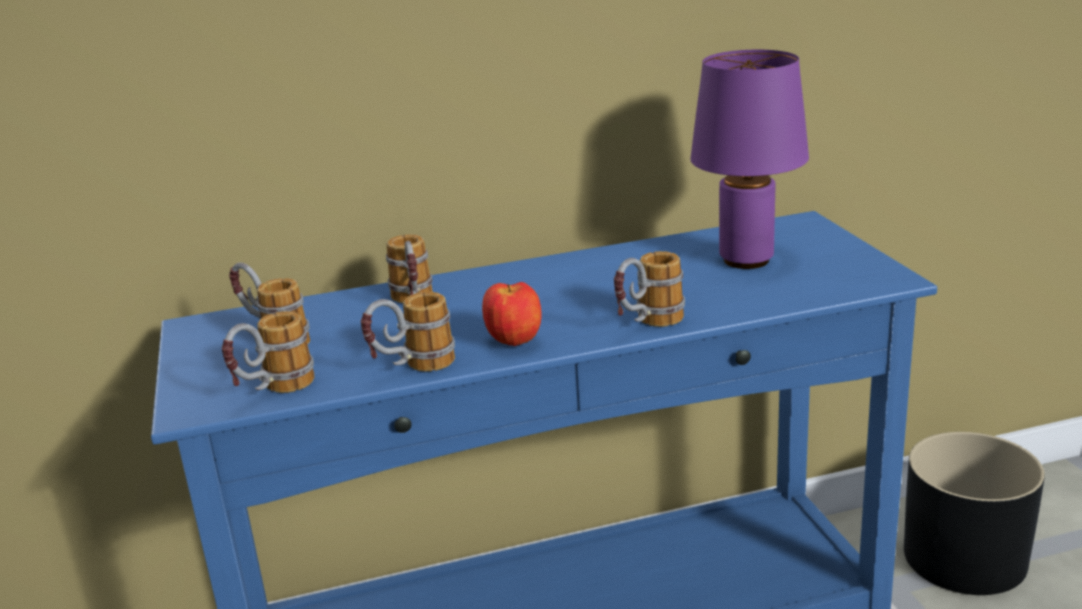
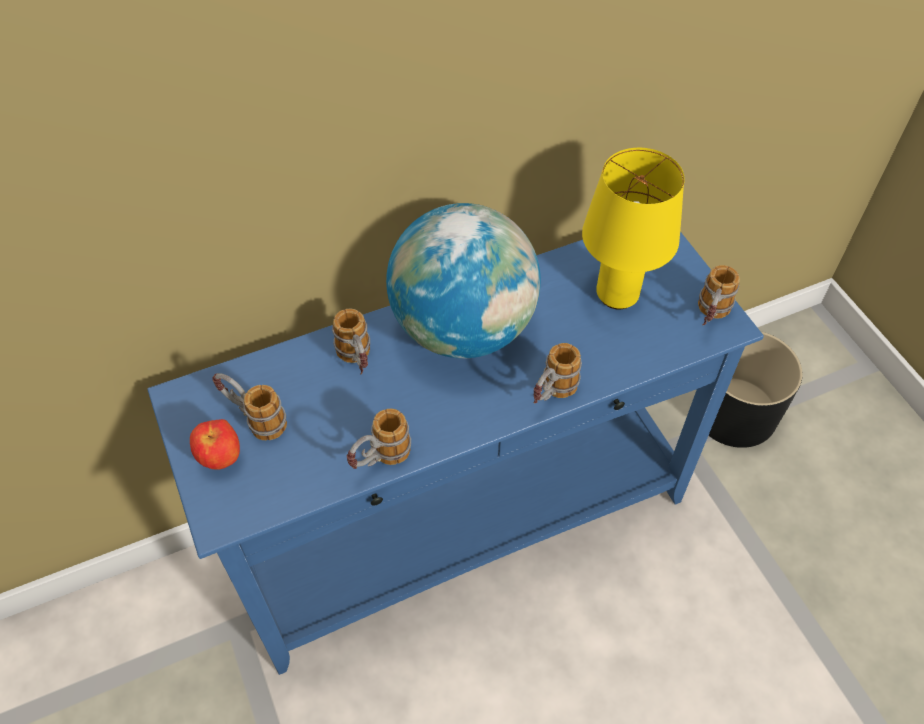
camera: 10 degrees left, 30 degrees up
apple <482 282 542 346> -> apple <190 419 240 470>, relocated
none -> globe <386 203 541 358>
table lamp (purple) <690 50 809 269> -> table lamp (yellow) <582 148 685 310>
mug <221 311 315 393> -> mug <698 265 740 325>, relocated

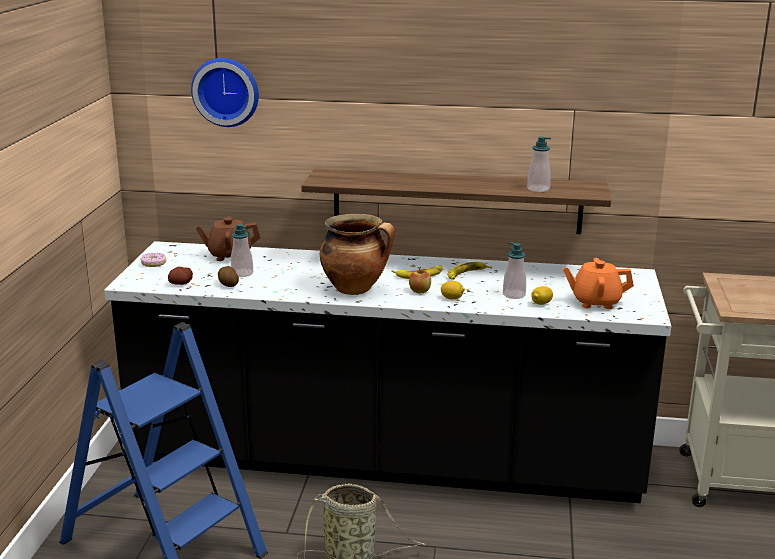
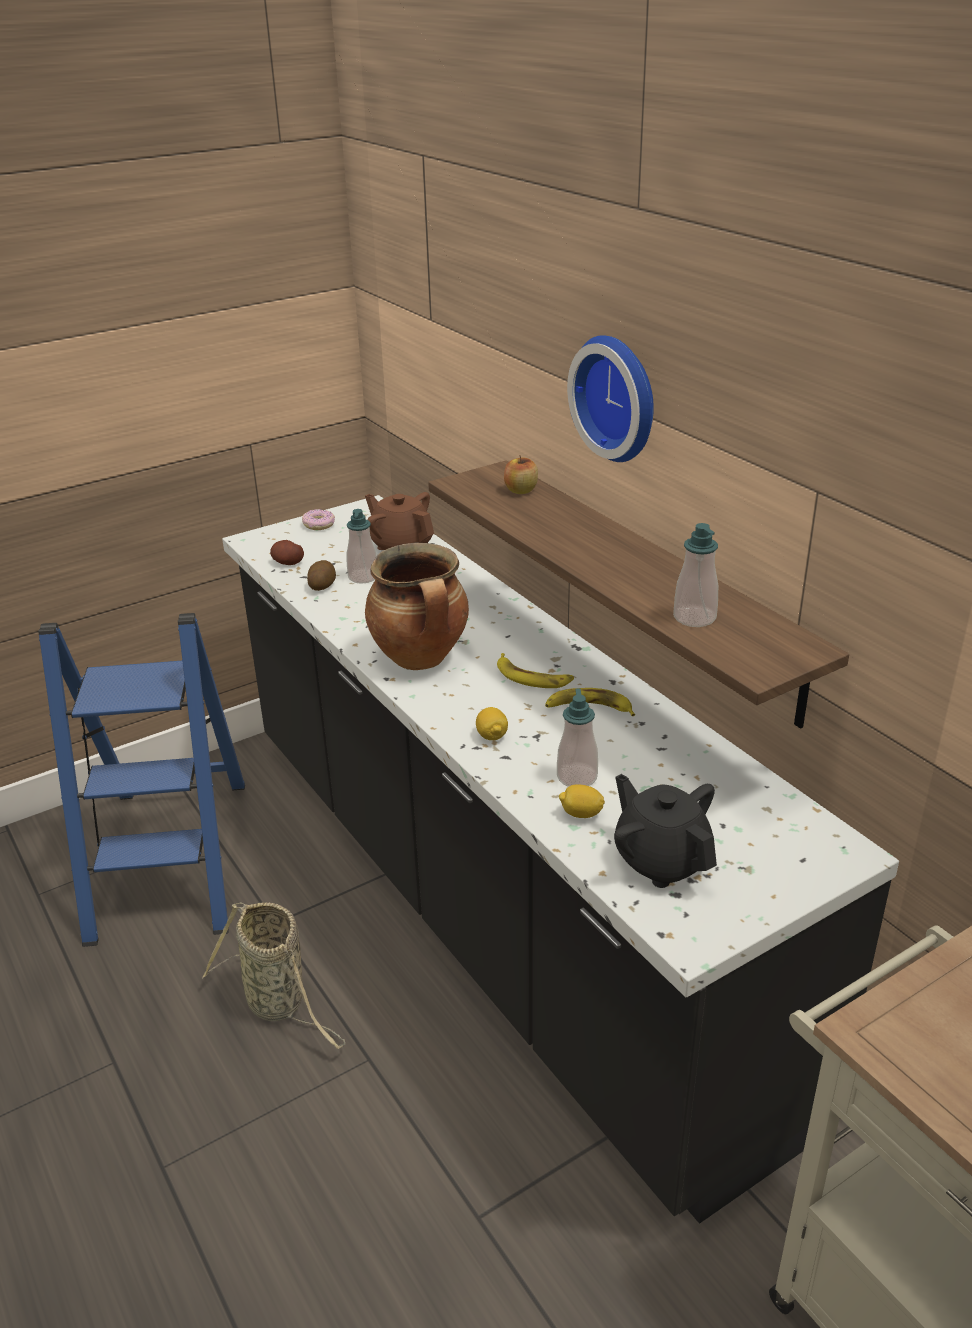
camera: 50 degrees right, 10 degrees up
apple <409 268 431 293> -> apple <504 455 538 494>, relocated
wall clock <191 58 259 127> -> wall clock <567 335 654 462>, relocated
teapot (orange) <563 258 634 309> -> teapot (black) <614 774 717 888>

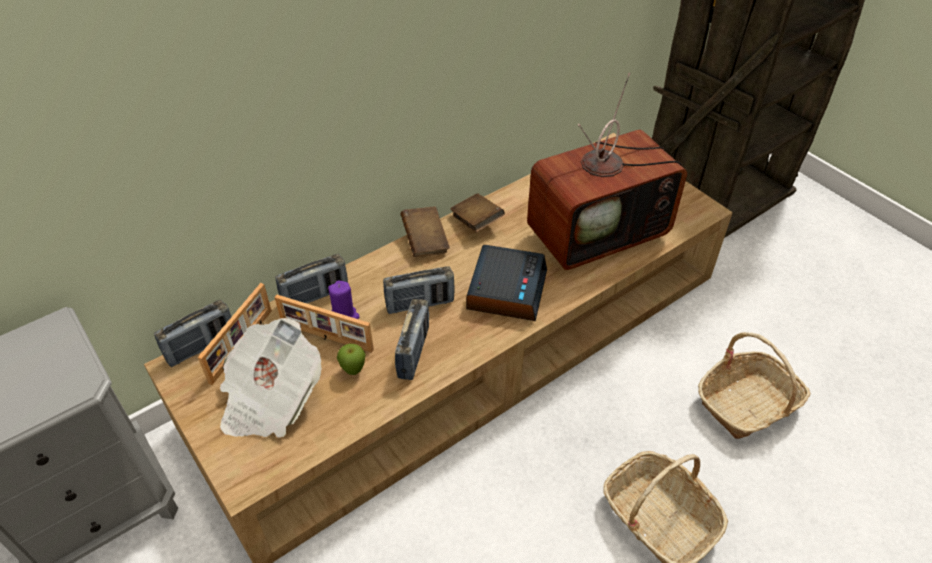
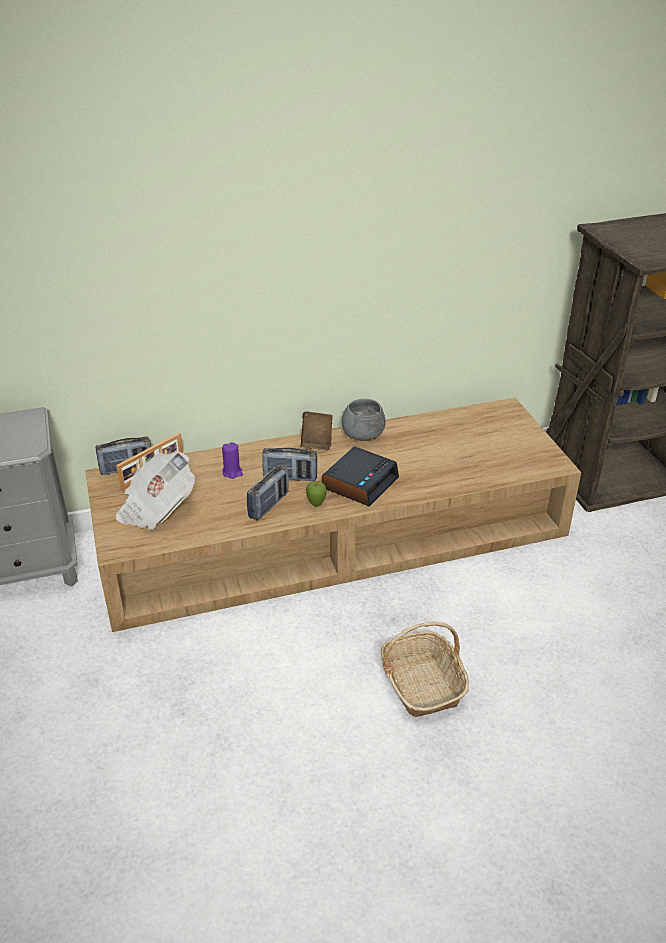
camera: 20 degrees right, 10 degrees down
apple <337 344 365 375> -> apple <306 481 327 507>, relocated
book (brown) <450 194 505 232> -> bowl (grey) <342 399 386 441>
picture frame <274 295 374 353> -> none
radio <275 254 348 303> -> none
television <527 73 687 270> -> none
basket <698 332 810 439> -> none

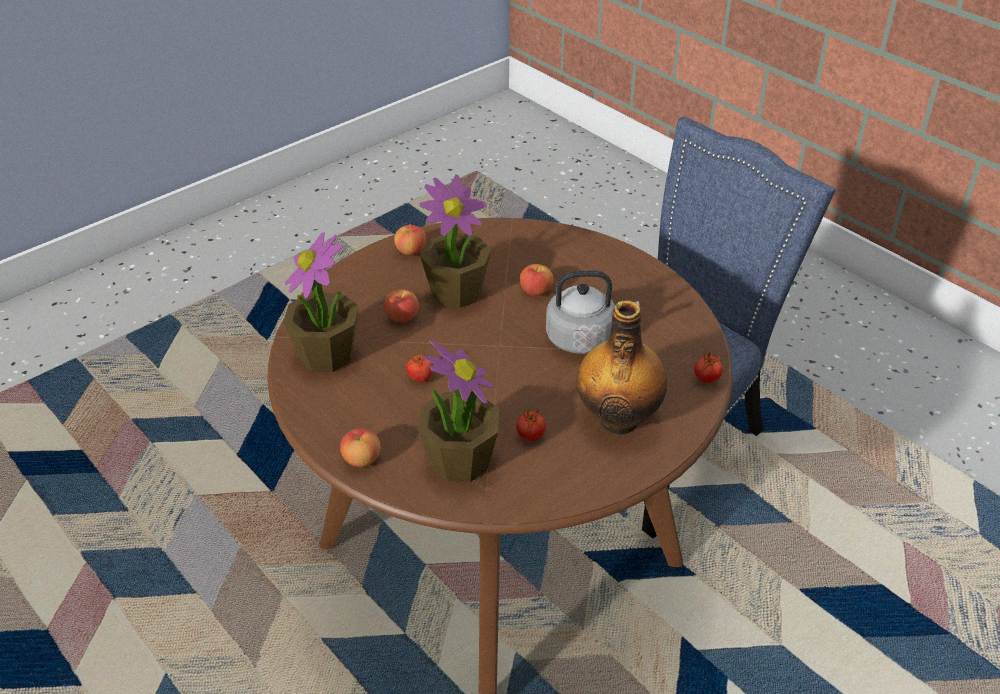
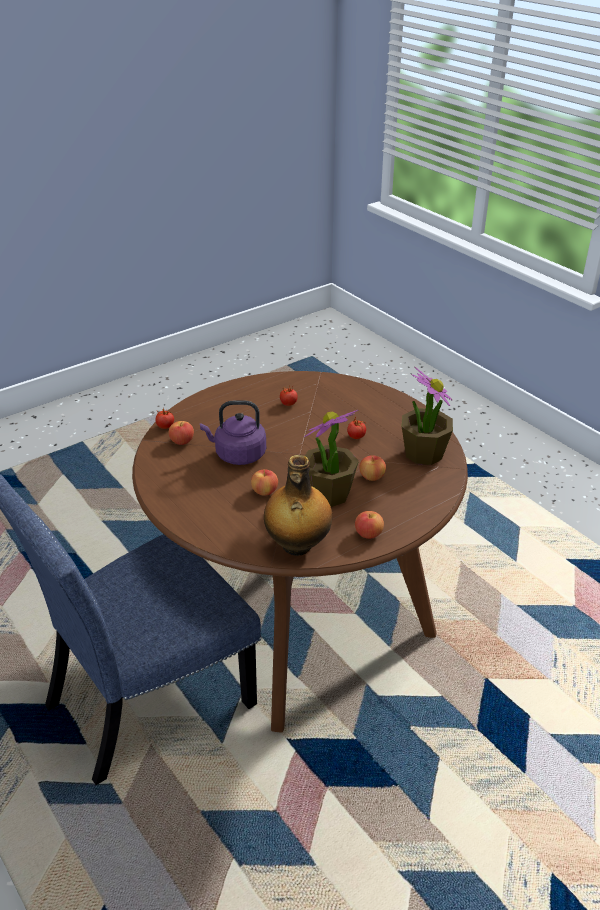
camera: 175 degrees left, 5 degrees down
apple <340 428 380 467> -> apple <169 421 194 445>, relocated
kettle (grey) <546 270 640 354> -> kettle (purple) <200 400 266 465>
bottle <577 300 667 434> -> bottle <264 455 332 556>, relocated
potted plant <418 339 499 482> -> none

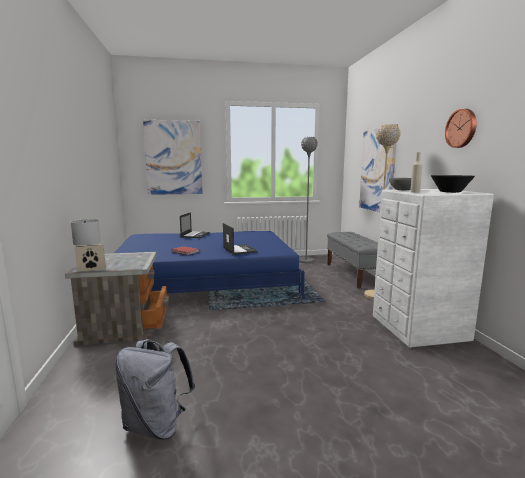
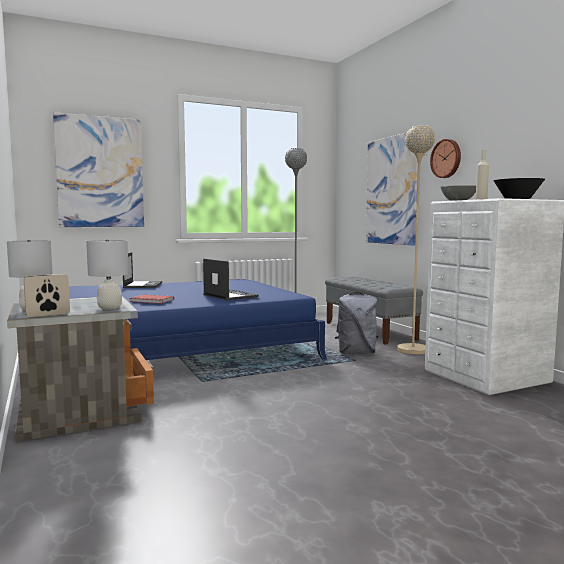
camera: 15 degrees left, 5 degrees down
none -> table lamp (grey) <86 239 129 310>
backpack (grey) <115 339 195 440> -> backpack (grey) <335 292 378 354>, relocated
wall clock <445 109 477 148> -> wall clock <430 139 461 178>, relocated

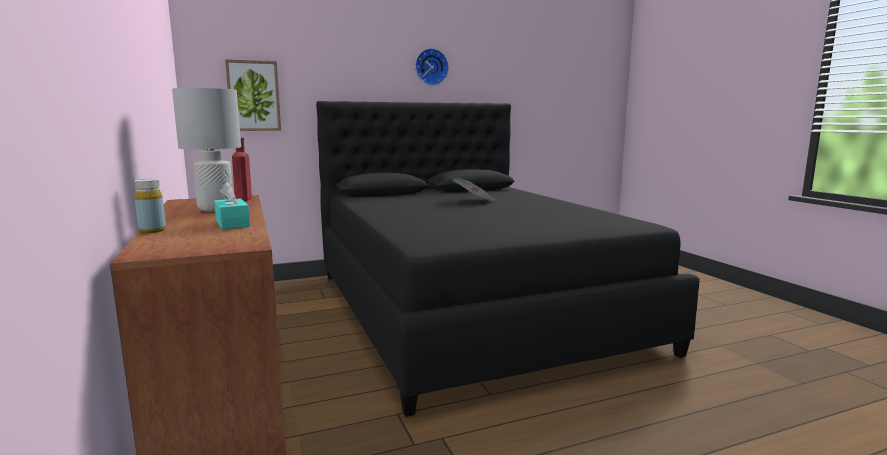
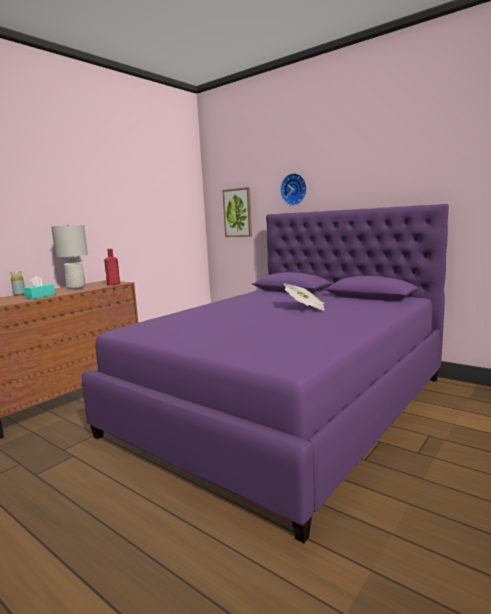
camera: 60 degrees right, 0 degrees up
bed (black) <316 101 700 417> -> bed (purple) <81 204 449 543>
wall clock <415 48 449 86> -> wall clock <280 173 307 206>, relocated

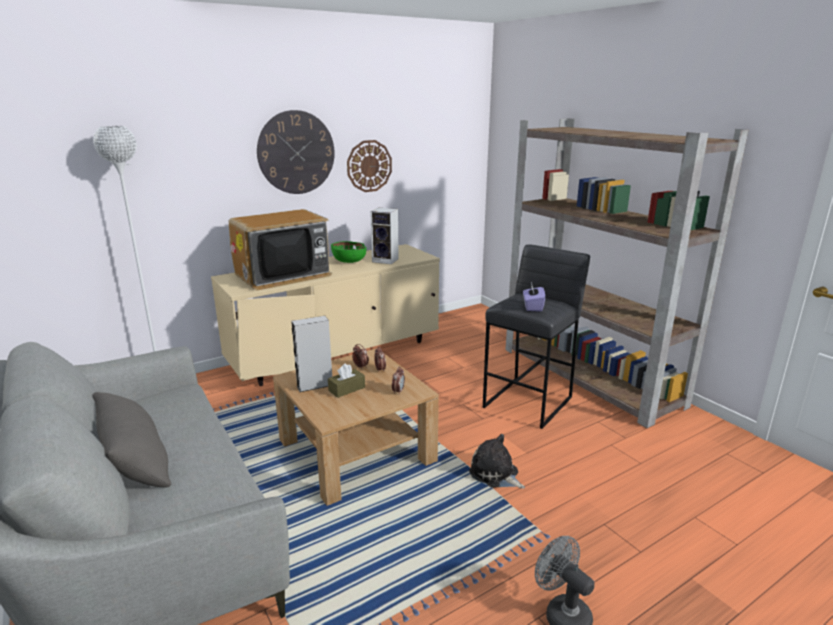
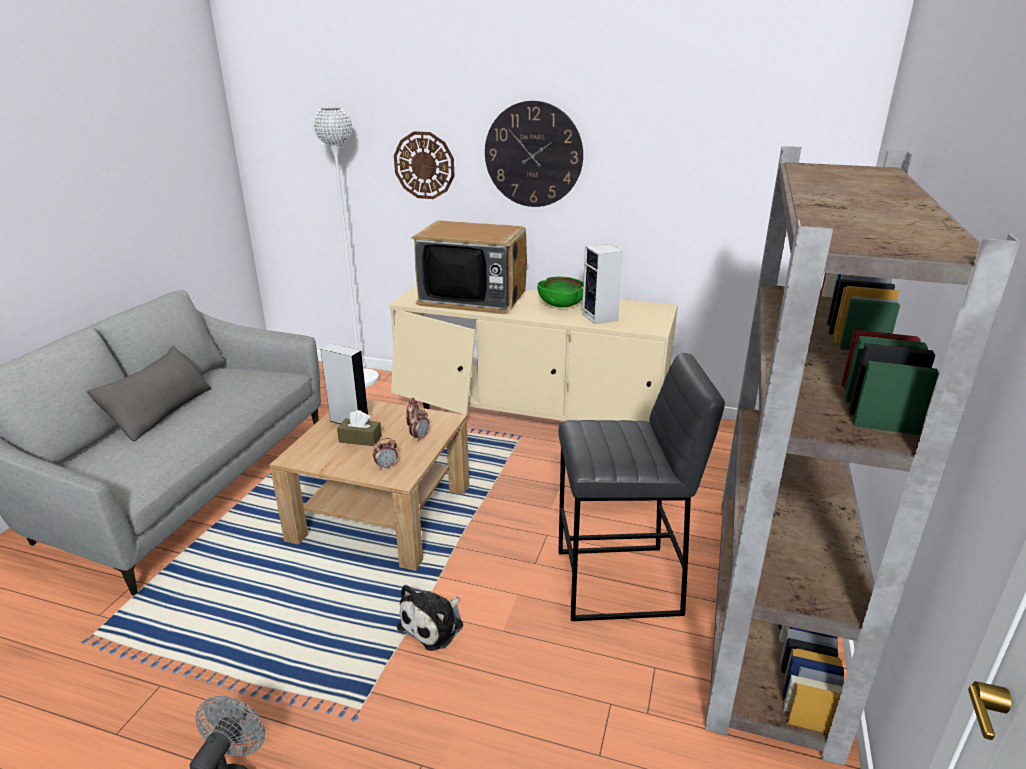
camera: 50 degrees right, 5 degrees up
wall clock <347 140 392 192> -> wall clock <394 131 454 199>, relocated
plush toy <469 434 525 489> -> plush toy <397 585 463 651>, 150 degrees counterclockwise
tissue box (purple) <523 282 545 312> -> none

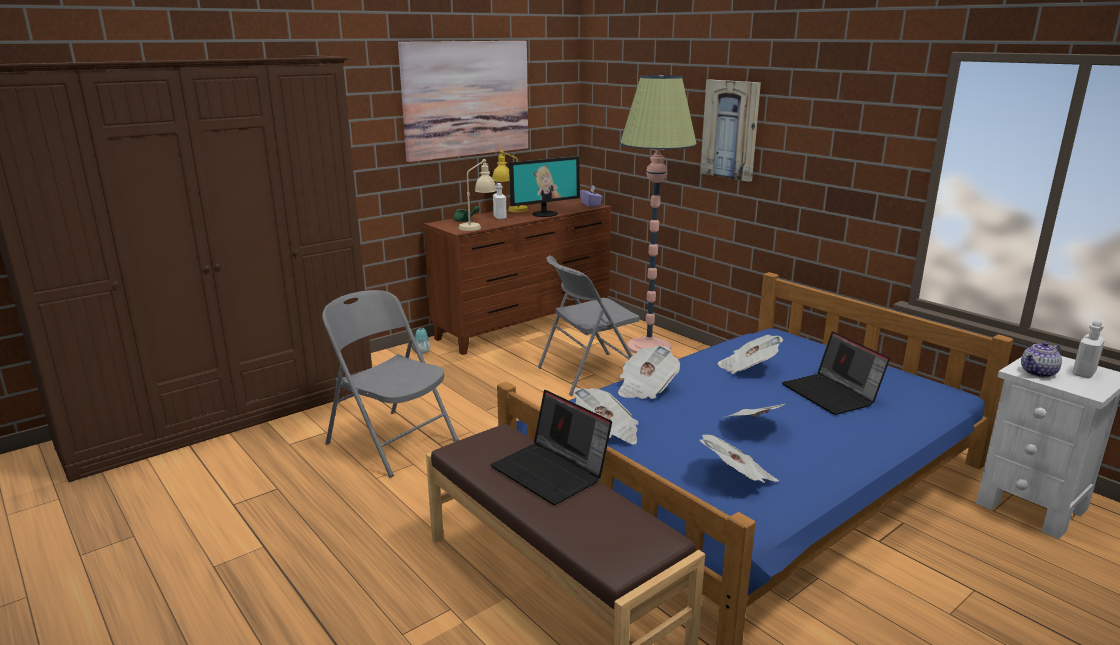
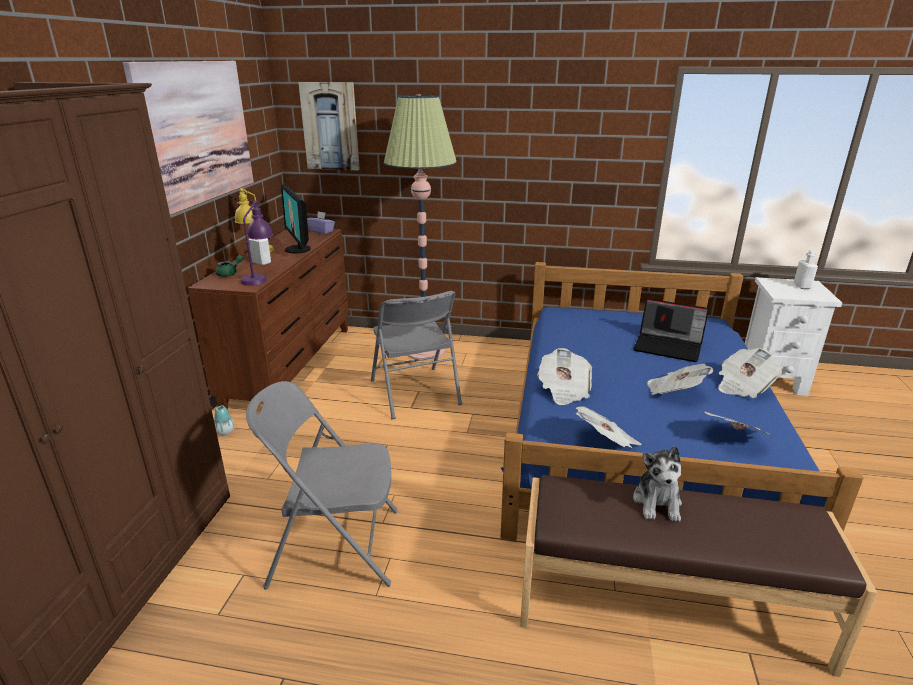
camera: 40 degrees left, 5 degrees up
table lamp (beige) <458 159 497 231> -> table lamp (purple) <240 200 273 286>
monitor <509 156 580 217> -> monitor <281 184 310 254>, 135 degrees clockwise
picture <700 80 761 182> -> picture <298 82 360 170>, relocated
chair (grey) <538 255 639 396> -> chair (grey) <371 291 462 420>, 45 degrees counterclockwise
laptop <491 390 612 505> -> plush toy <633 446 682 522>
newspaper <718 335 783 374> -> newspaper <718 348 782 398>, relocated
teapot <1021 342 1062 378> -> none

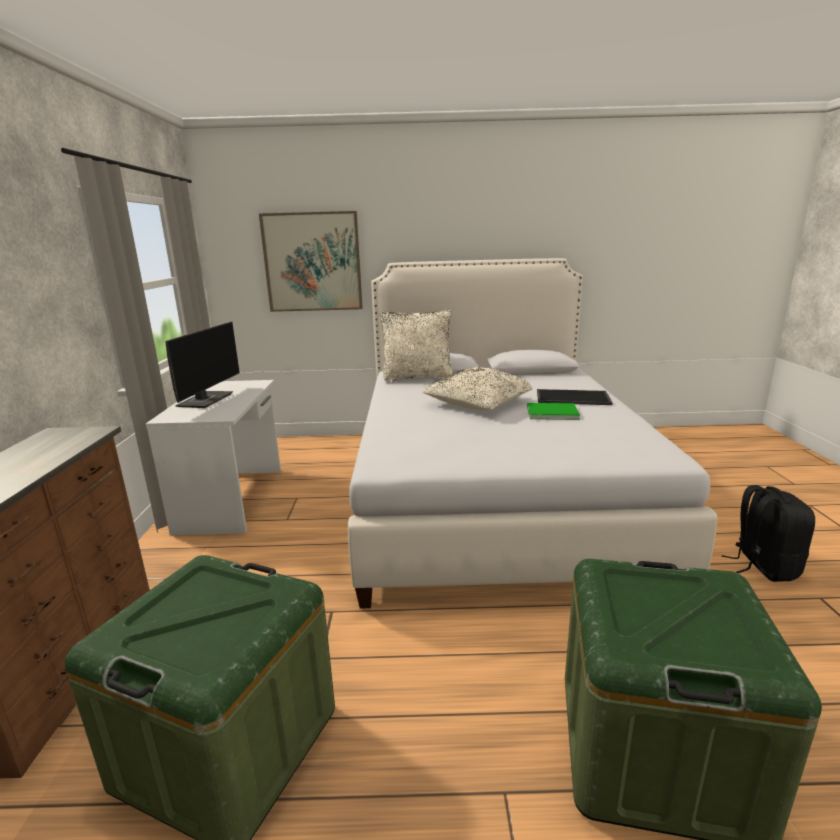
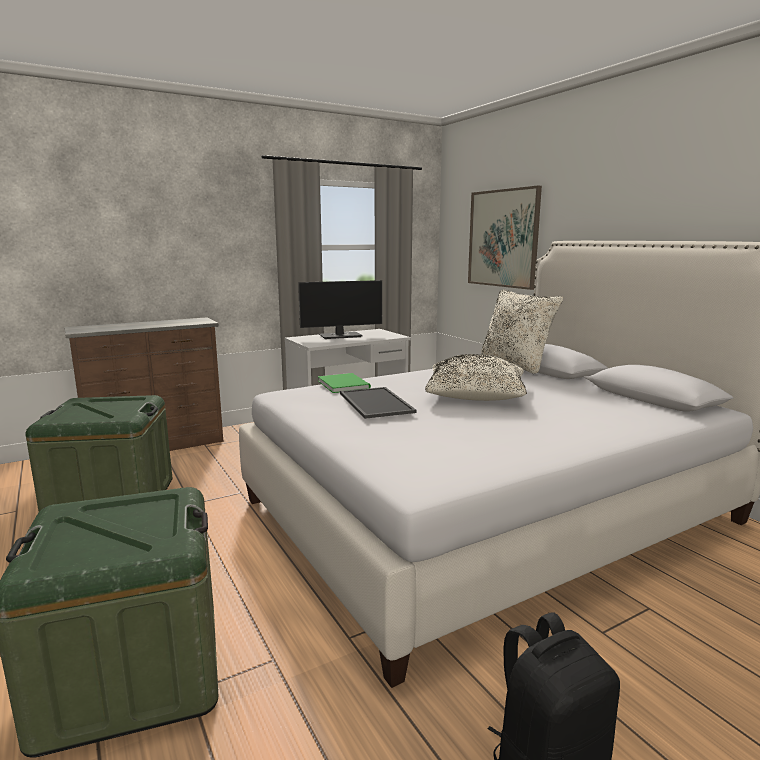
camera: 60 degrees right, 5 degrees down
book (green) <527 403 580 420> -> book (green) <318 373 371 393>, relocated
tray <537 389 612 405> -> tray <340 387 417 419>, relocated

